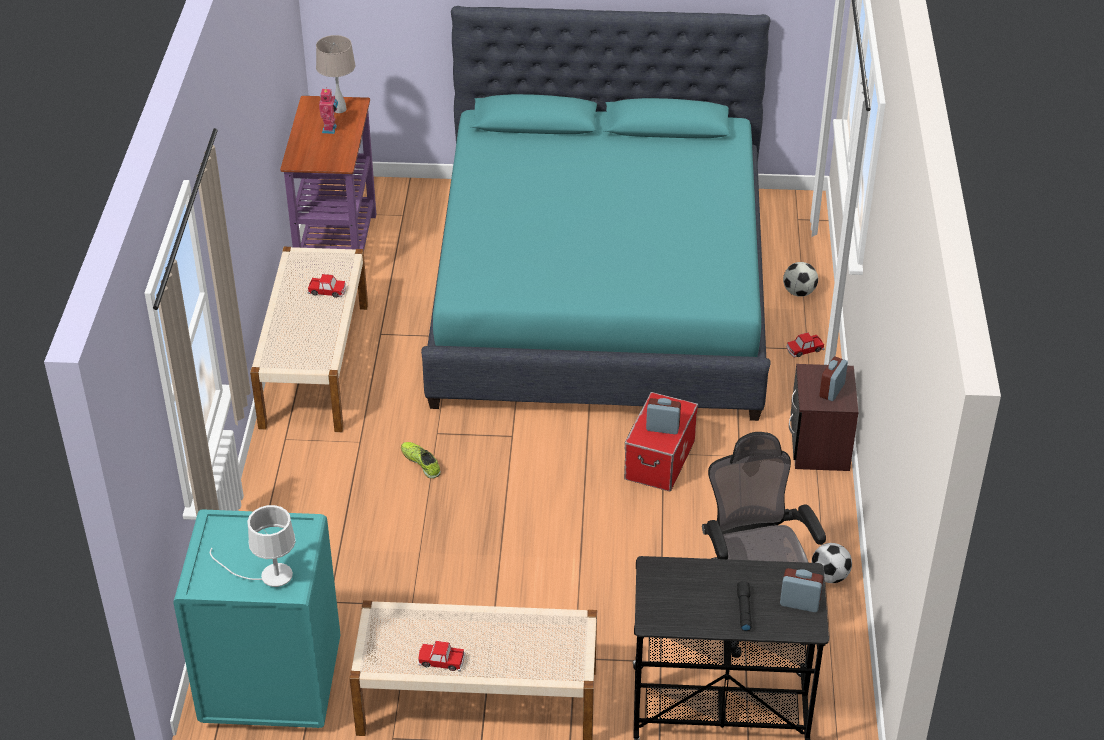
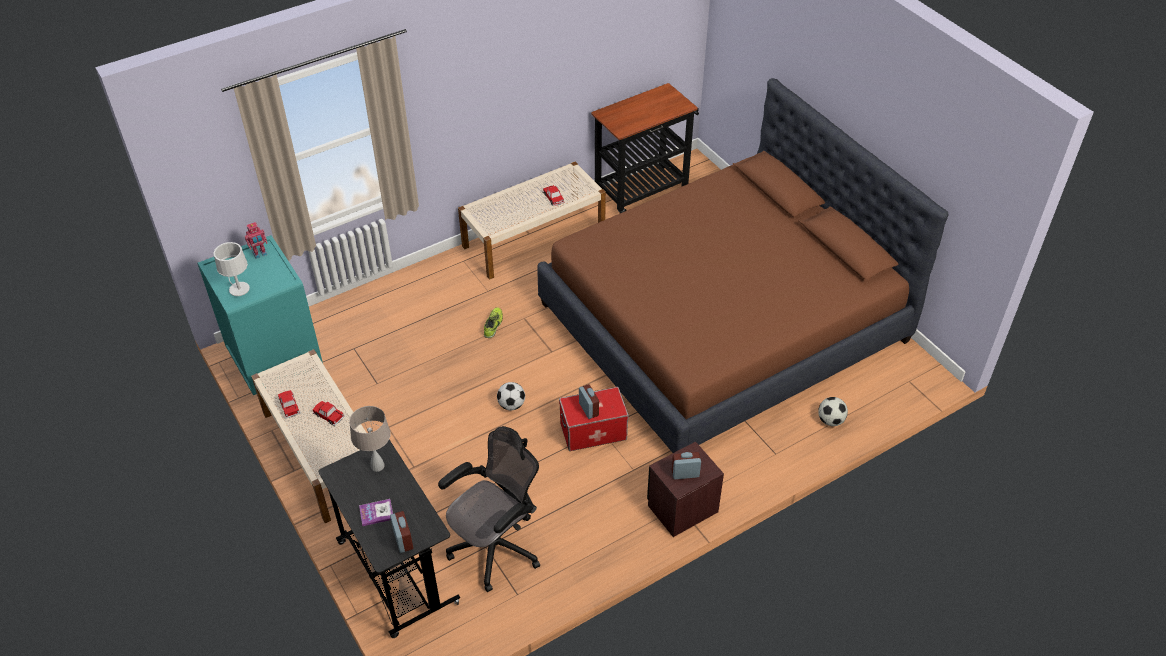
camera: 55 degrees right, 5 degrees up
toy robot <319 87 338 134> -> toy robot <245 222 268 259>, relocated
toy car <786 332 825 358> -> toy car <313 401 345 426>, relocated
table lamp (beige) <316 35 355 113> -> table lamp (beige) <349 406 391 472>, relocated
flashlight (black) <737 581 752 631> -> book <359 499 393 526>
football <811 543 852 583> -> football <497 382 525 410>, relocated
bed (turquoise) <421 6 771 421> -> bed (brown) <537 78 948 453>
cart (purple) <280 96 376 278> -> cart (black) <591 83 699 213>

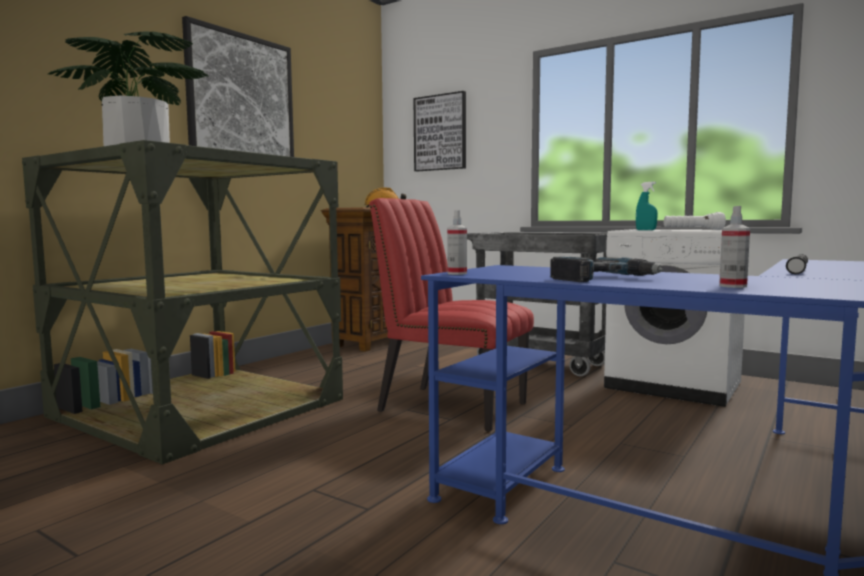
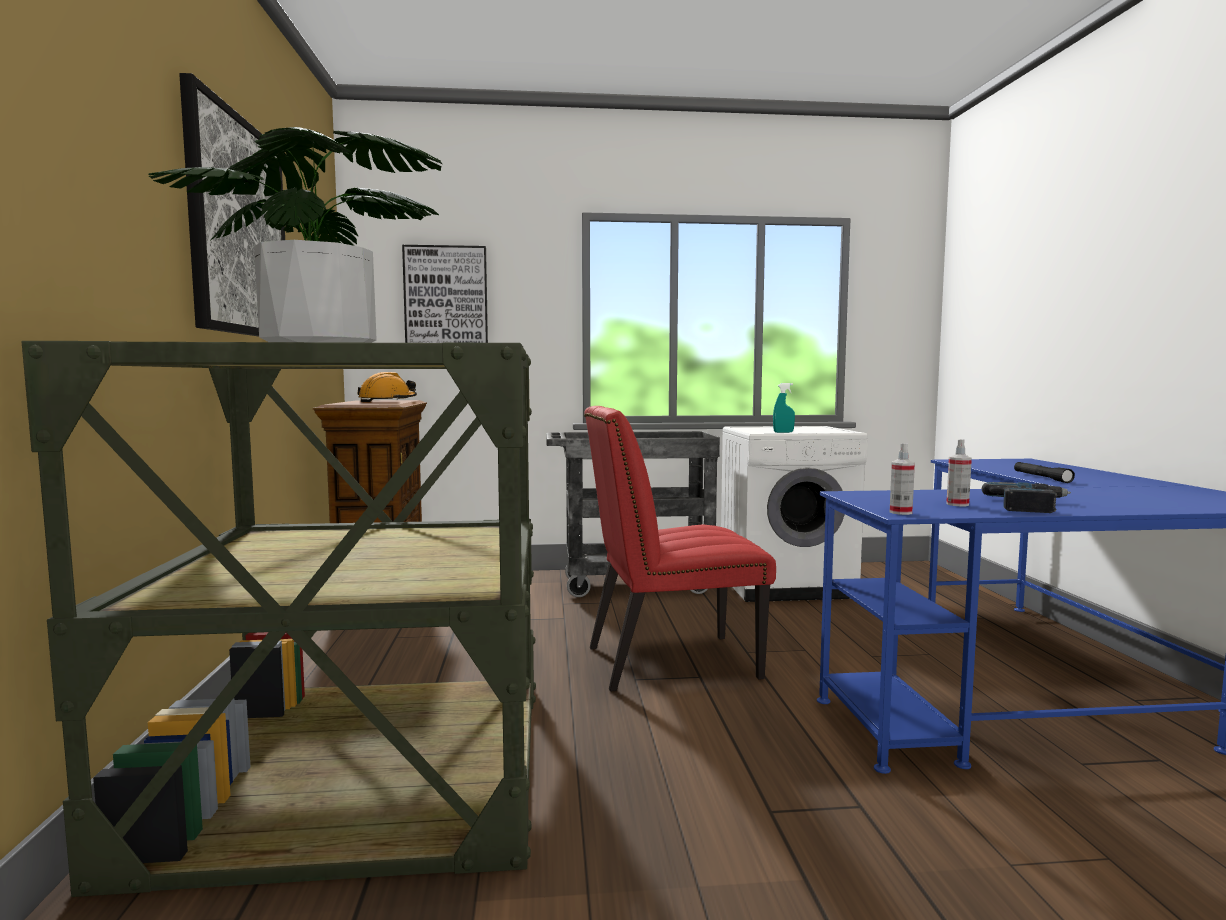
camera: 40 degrees left, 0 degrees up
spray bottle <719 206 750 288> -> spray bottle <946 439 972 506>, relocated
flashlight (white) <664 212 726 230> -> none

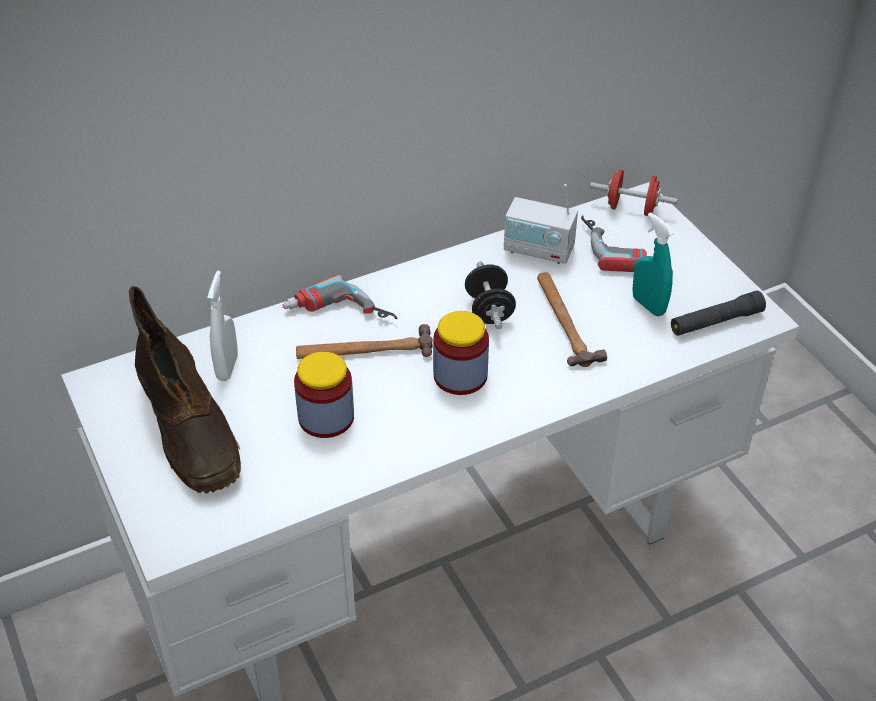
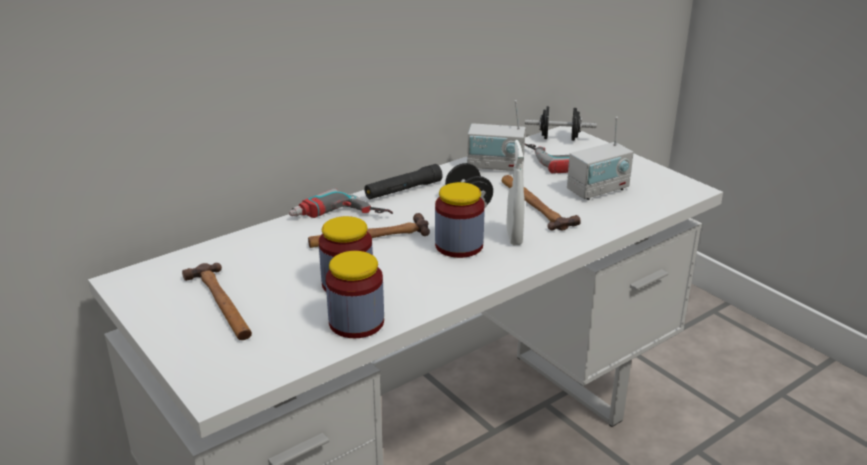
camera: 10 degrees left, 15 degrees down
boot (brown) <129 286 241 493> -> hammer <182 263 252 340>
none -> jar <326 251 384 338>
flashlight (black) <671 291 766 336> -> flashlight (black) <364 164 443 199>, relocated
spray bottle (white) <207 271 238 381> -> spray bottle (white) <507 140 525 245>, relocated
dumbbell (red) <590 170 678 216> -> dumbbell (black) <525 106 597 141>
spray bottle (turquoise) <633 213 674 316> -> radio <567 117 633 200>

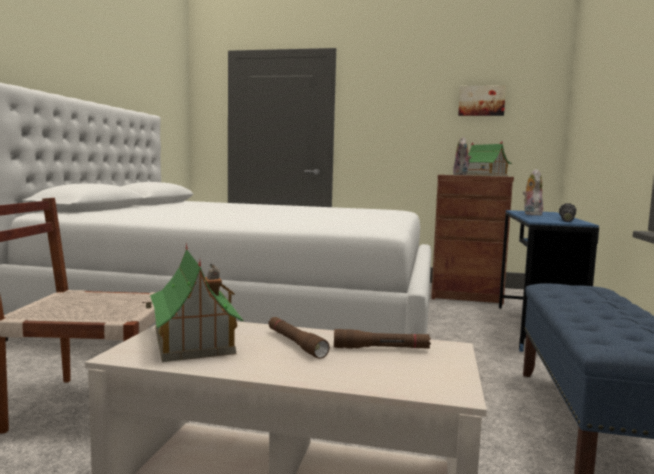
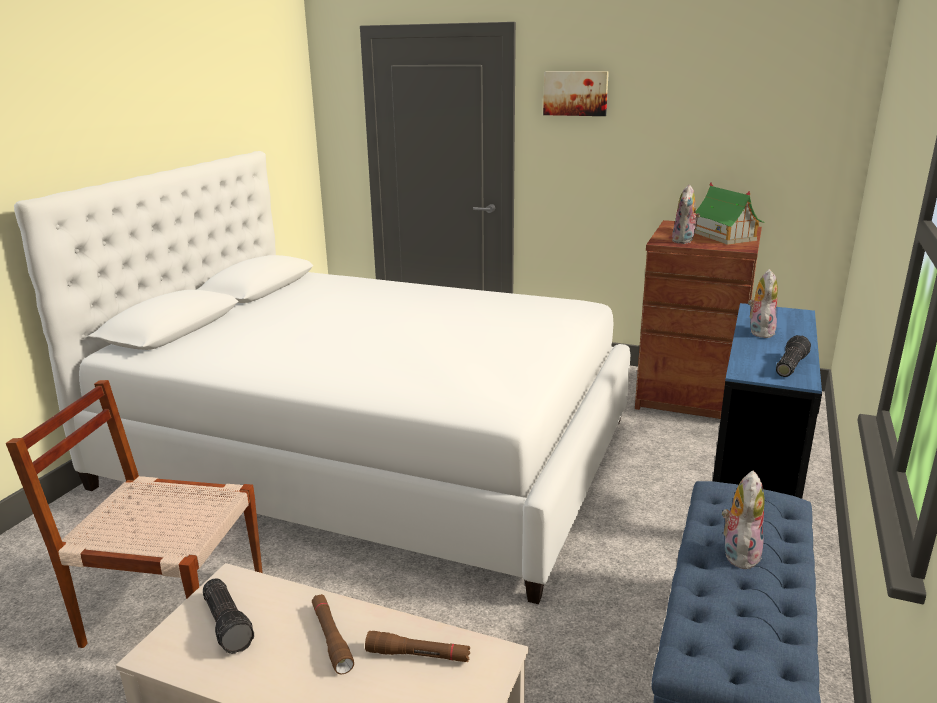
camera: 10 degrees right, 15 degrees up
toy house <142 242 243 362> -> flashlight <203 578 254 654>
picture <458 85 506 116> -> picture <543 71 609 116>, relocated
none -> plush toy <722 471 765 569>

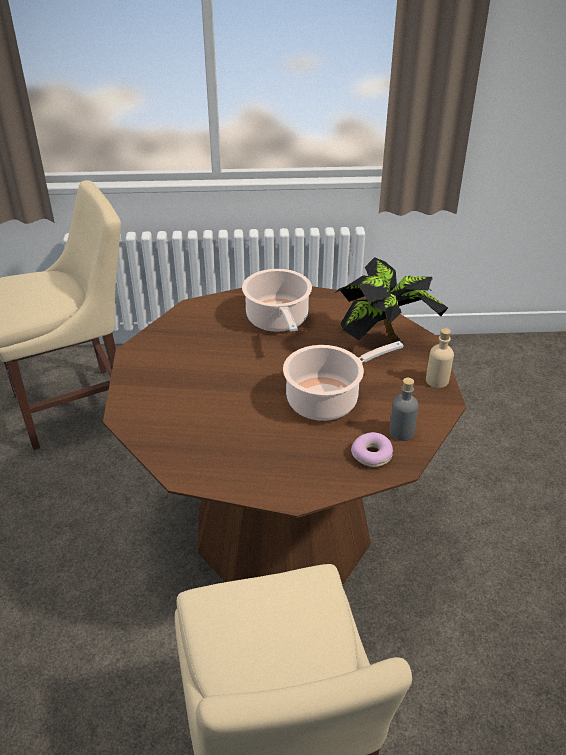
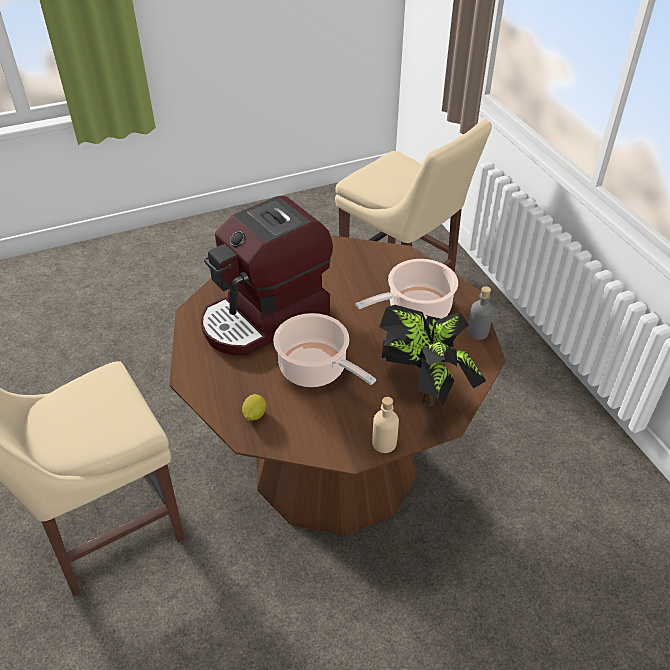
camera: 70 degrees right, 5 degrees up
none -> coffee machine <201 196 333 355>
donut <351 432 393 467> -> lemon <242 394 266 421>
bottle (grey) <389 378 418 441> -> bottle (grey) <467 286 494 340>, relocated

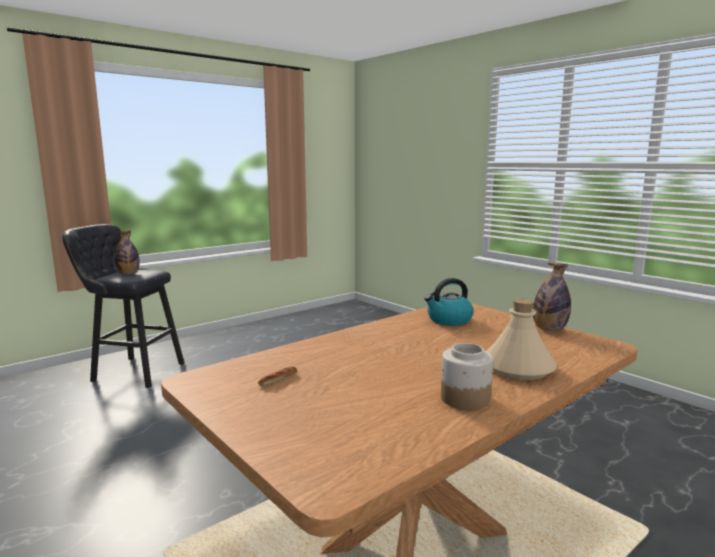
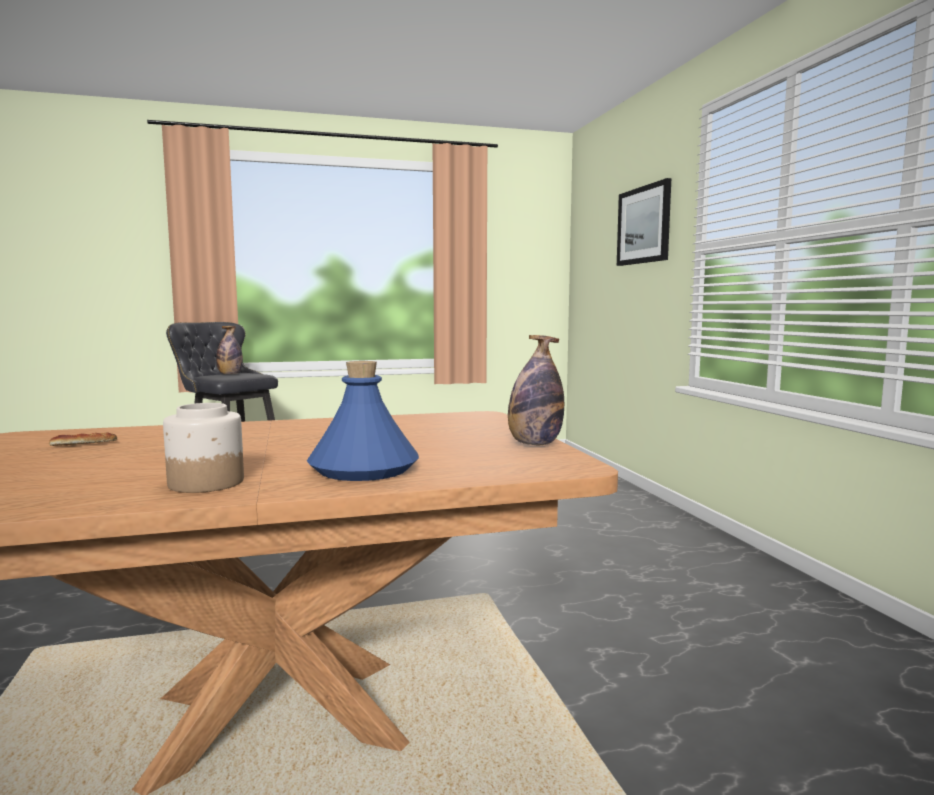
camera: 25 degrees right, 5 degrees down
bottle (beige) <486 298 557 380> -> bottle (blue) <307 361 419 481>
none -> picture <617 178 671 266>
kettle <424 278 473 326> -> none

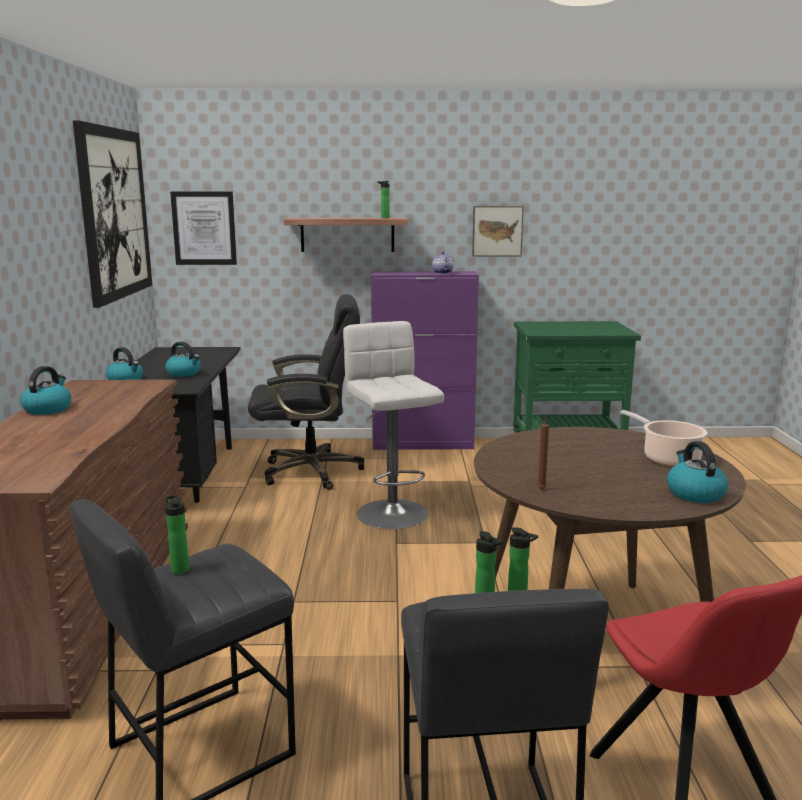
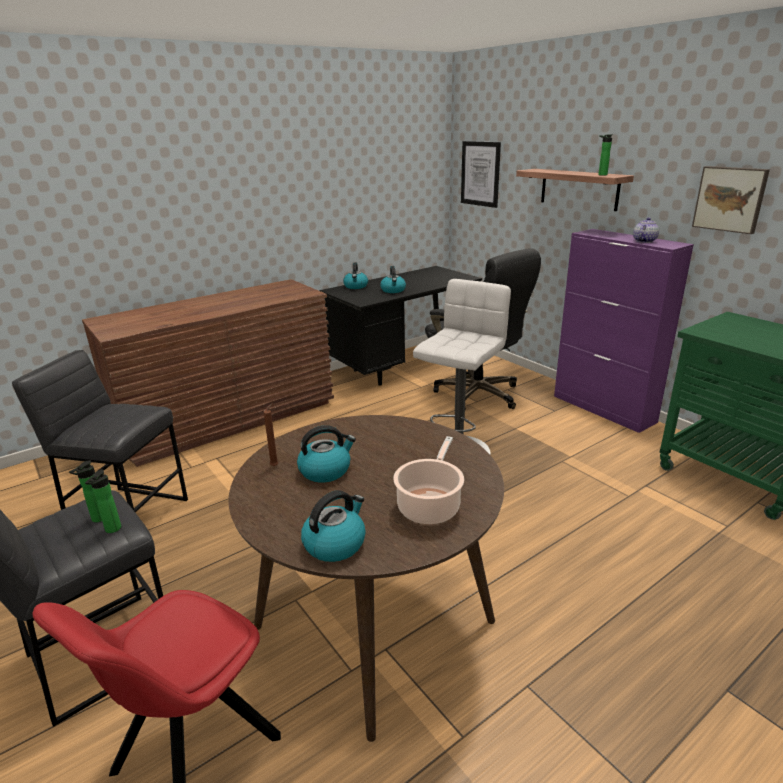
camera: 55 degrees right, 10 degrees up
kettle <21 366 71 415> -> kettle <297 425 356 483>, relocated
picture <73 121 152 308> -> none
bottle <165 495 189 574> -> none

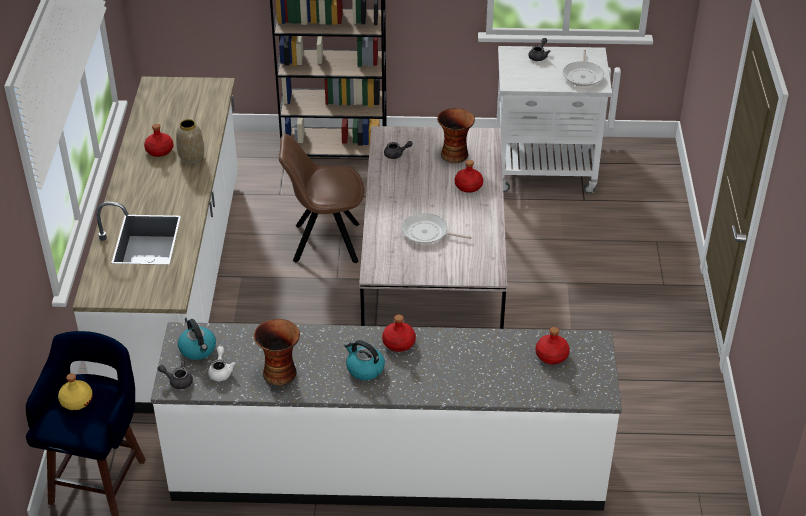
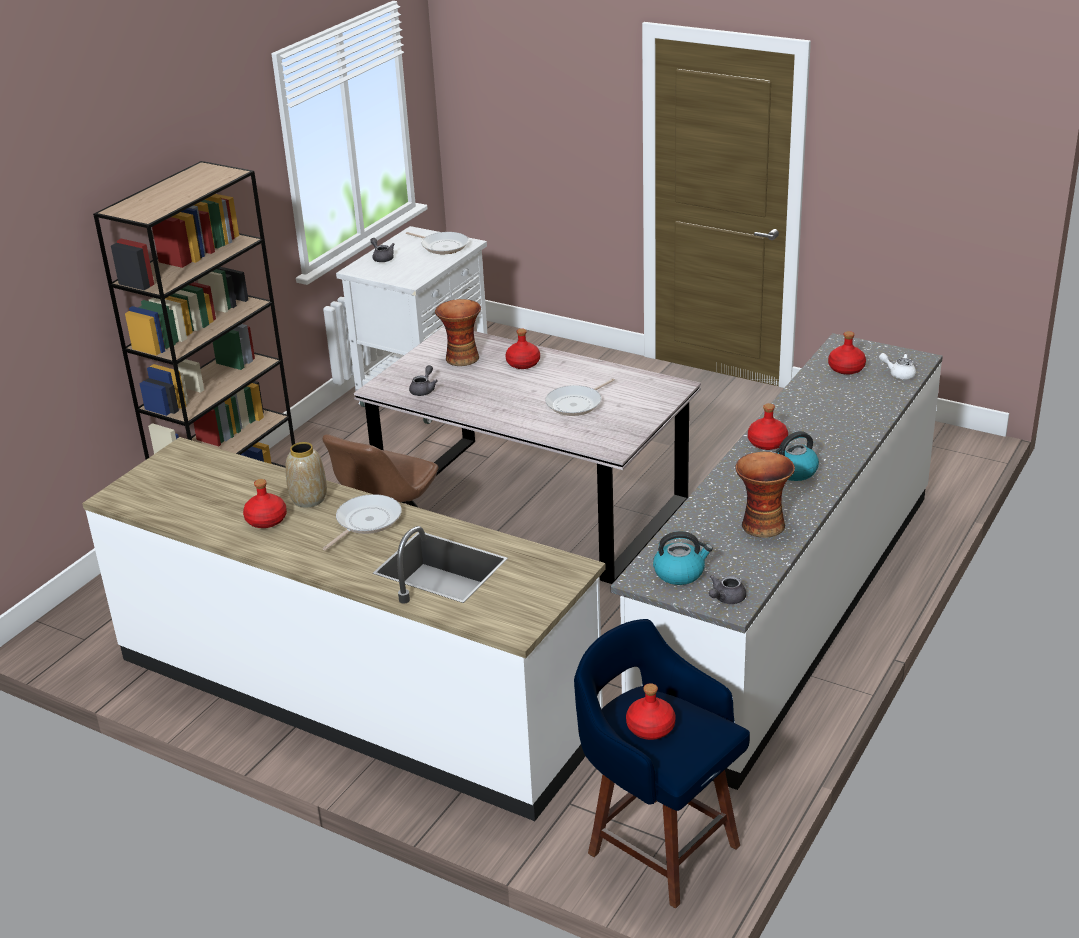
camera: 60 degrees left, 10 degrees down
none -> frying pan <322 494 402 550>
bottle (yellow) <58 373 93 410> -> bottle (red) <626 683 675 740>
teapot (white) <208 346 236 381> -> teapot (white) <879 353 916 379>, relocated

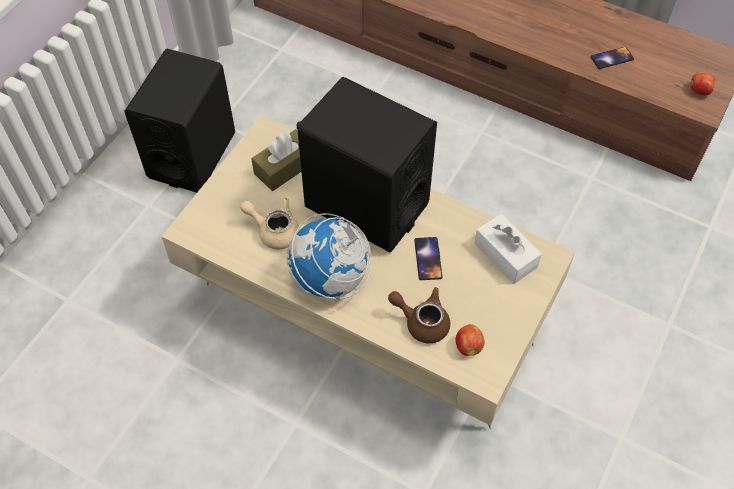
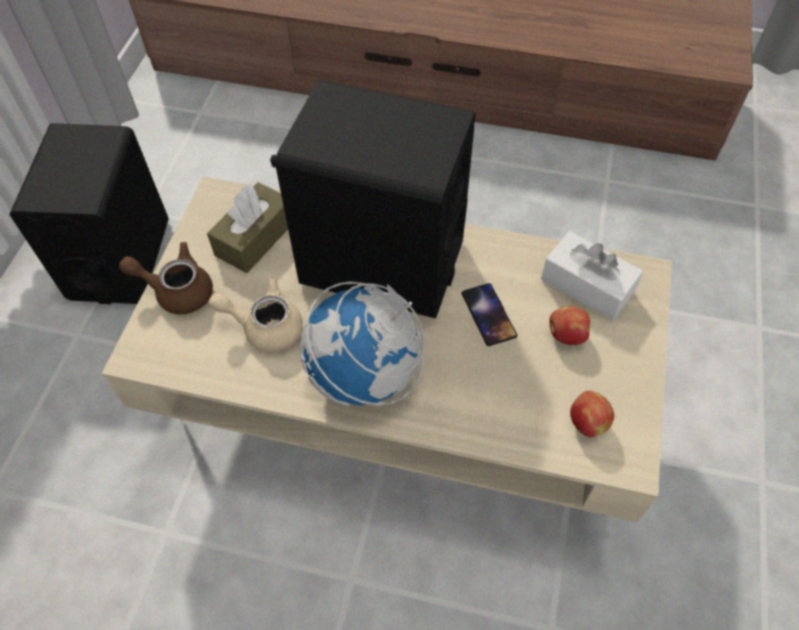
camera: 15 degrees left, 0 degrees up
teapot (brown) <388 287 450 343> -> teapot (brown) <119 242 213 315>, relocated
apple <691 72 716 95> -> apple <549 306 590 345>, relocated
phone <590 47 634 69> -> none

